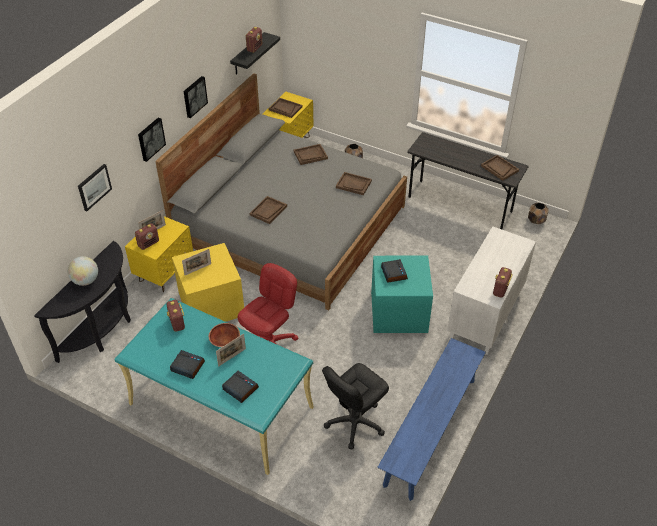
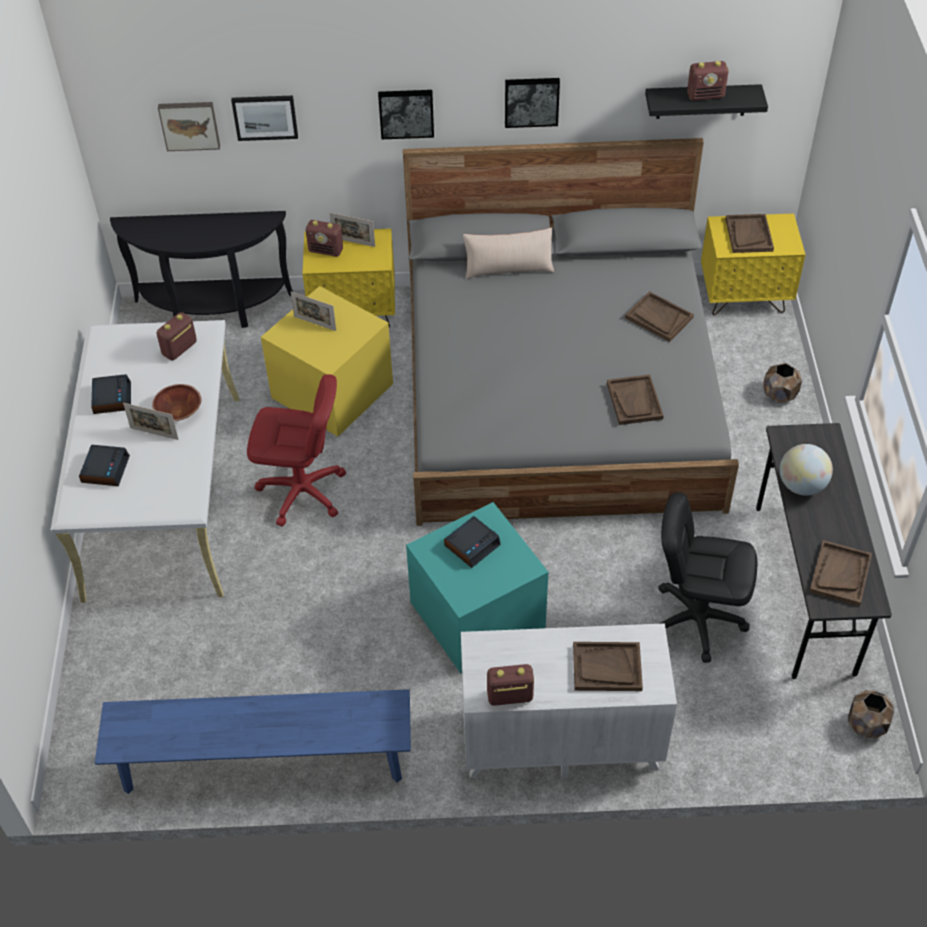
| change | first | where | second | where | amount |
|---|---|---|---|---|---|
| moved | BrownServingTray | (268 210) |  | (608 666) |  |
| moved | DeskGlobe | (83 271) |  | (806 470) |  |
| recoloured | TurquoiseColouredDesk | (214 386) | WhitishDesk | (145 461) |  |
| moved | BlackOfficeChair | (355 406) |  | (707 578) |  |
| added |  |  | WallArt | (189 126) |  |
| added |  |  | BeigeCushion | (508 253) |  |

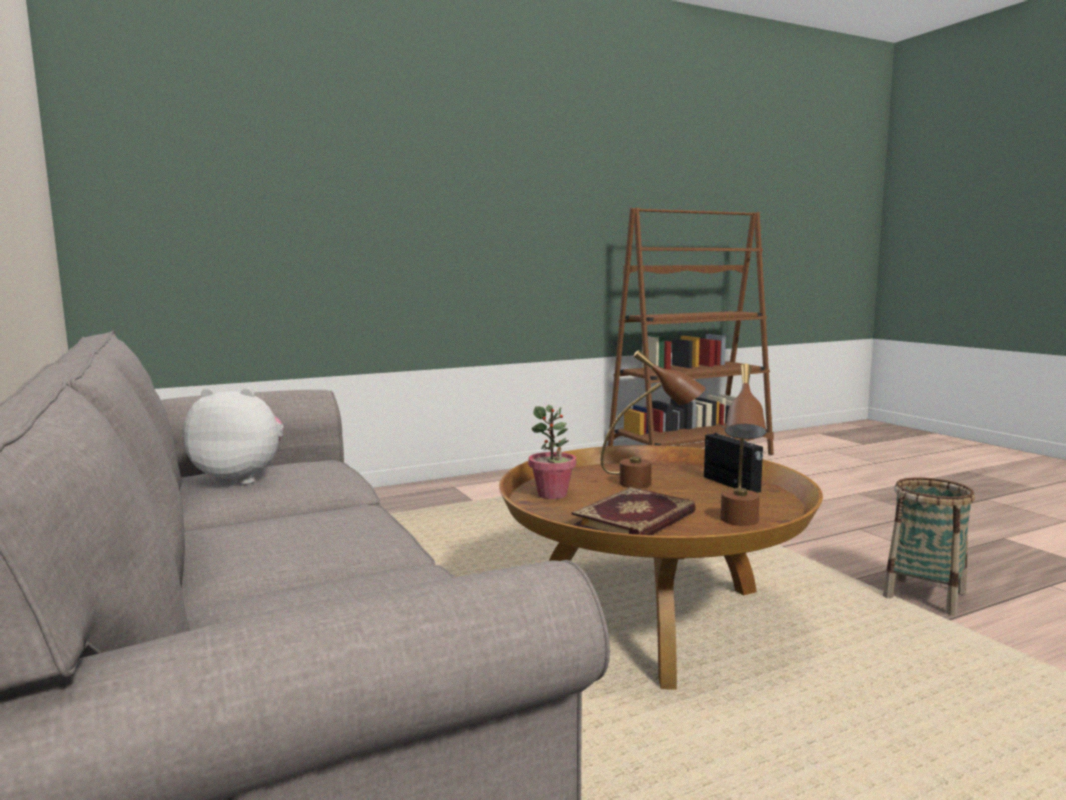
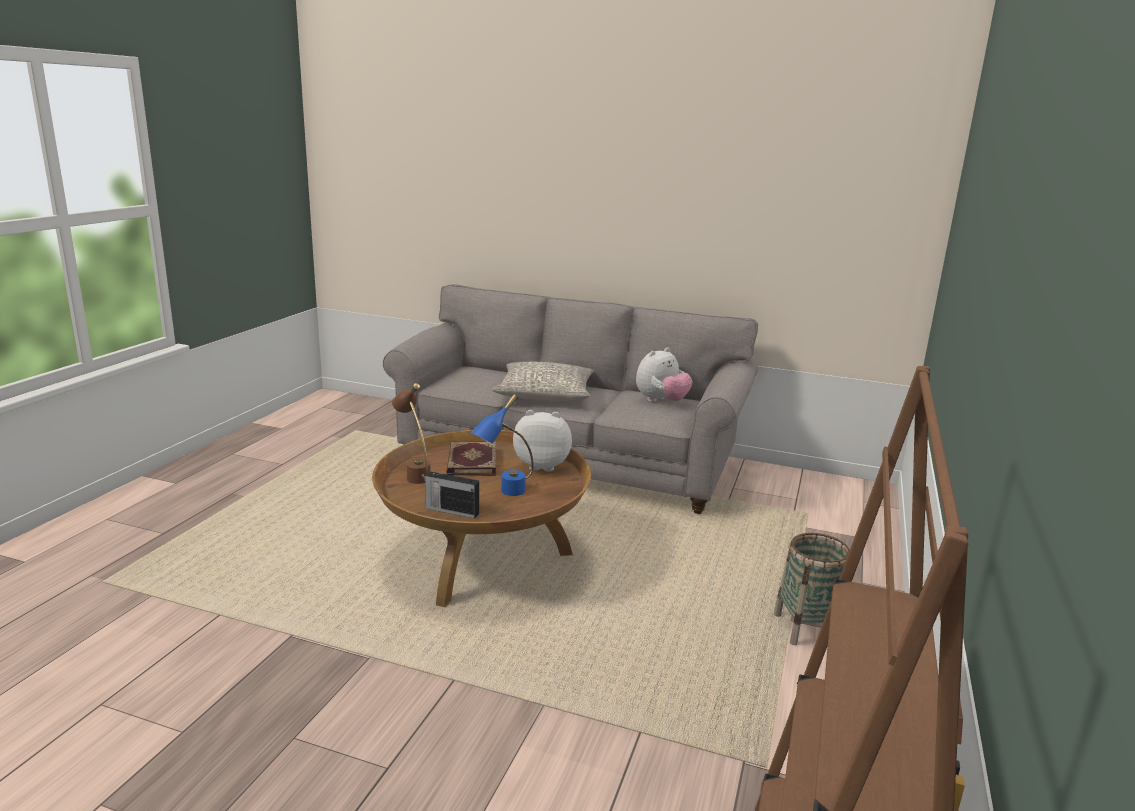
| change | first | where | second | where | amount |
|---|---|---|---|---|---|
| recoloured | BrownTableLamp | (653 419) | BluishTableLamp | (502 445) |  |
| replaced | PottedPlant | (552 452) | SoftToy | (542 441) |  |
| moved | Basket | (929 546) |  | (812 589) |  |
| added |  |  | GreyishCushion | (543 381) |  |

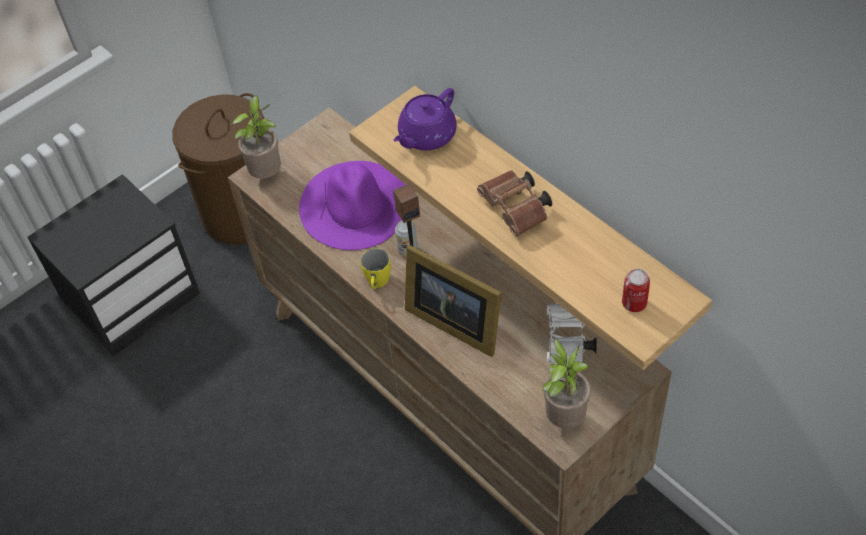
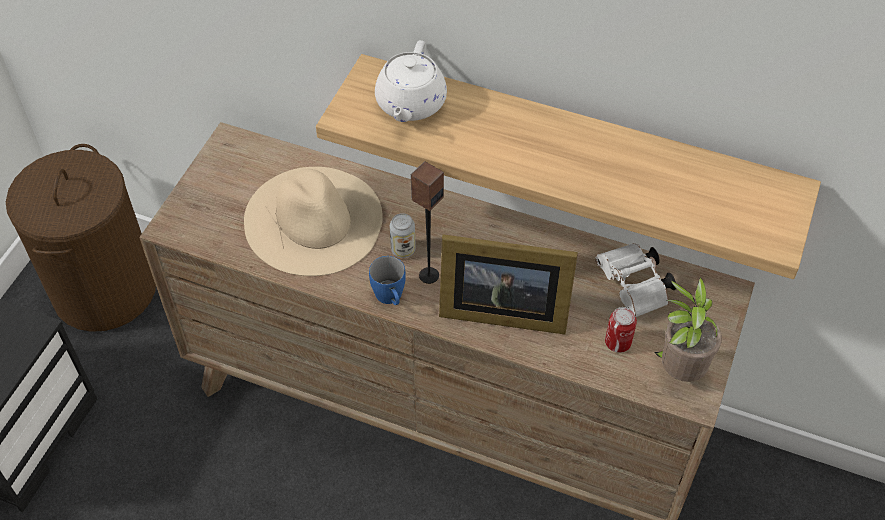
| change | first | where | second | where | amount |
|---|---|---|---|---|---|
| recoloured | PurplishTeapot | (425 119) | WhitishTeapot | (411 81) |  |
| removed | PottedPlant | (256 137) |  |  |  |
| recoloured | PurplishWearableHat | (352 205) | BeigeWearableHat | (313 221) |  |
| removed | BrownPairOfBinoculars | (514 203) |  |  |  |
| recoloured | YellowColouredCoffeeMug | (376 268) | BluishCoffeeMug | (387 280) |  |
| moved | SealedCan | (636 290) |  | (621 330) |  |

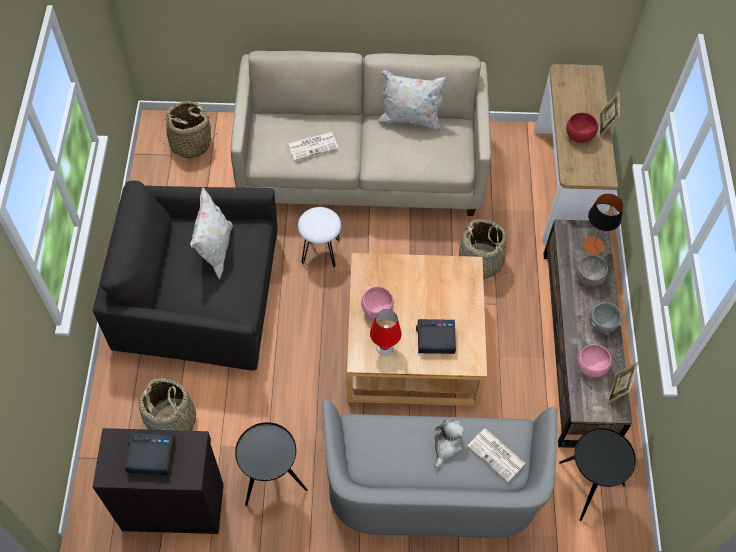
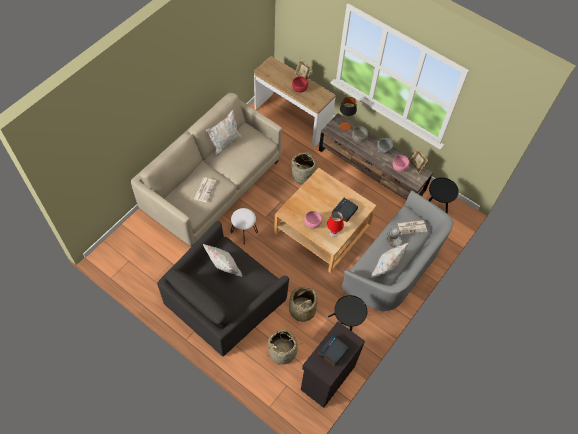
| change | first | where | second | where | amount |
|---|---|---|---|---|---|
| moved | Basket | (186 130) |  | (303 304) |  |
| added |  |  | WhitishCushion | (389 261) |  |

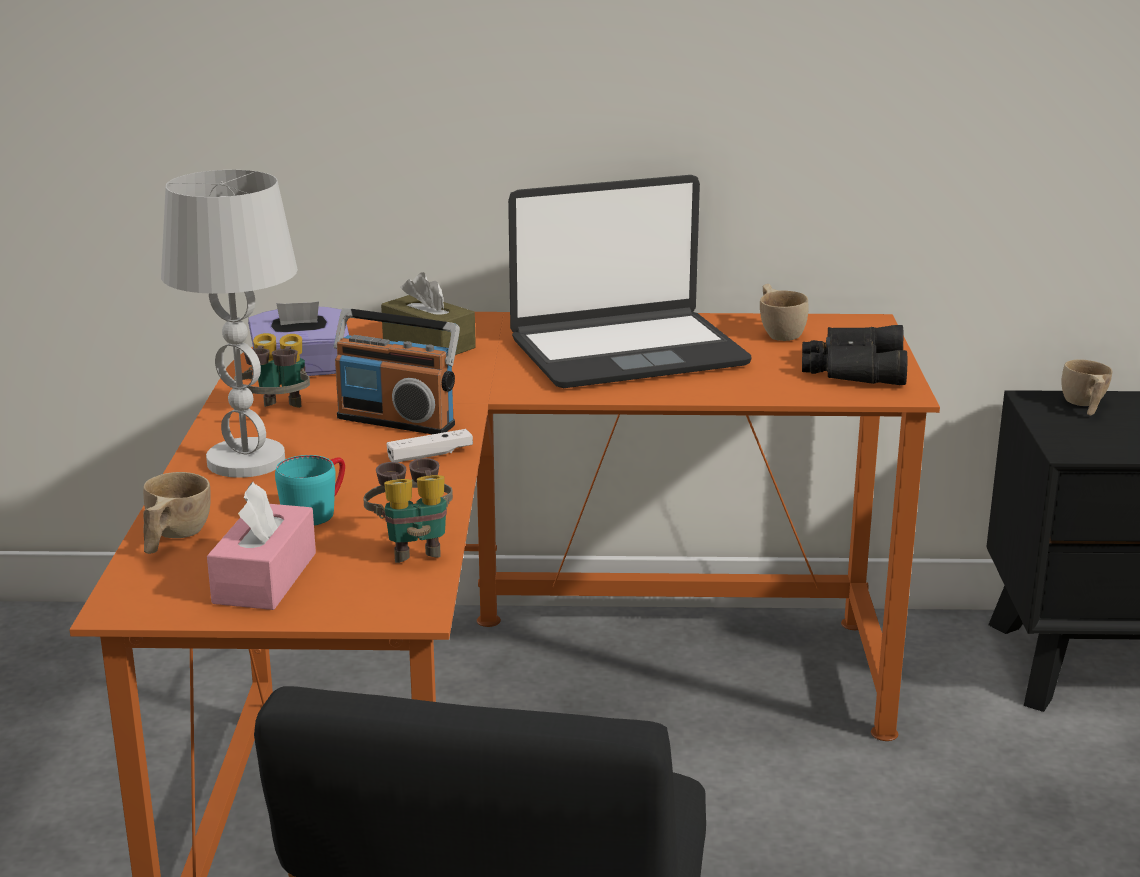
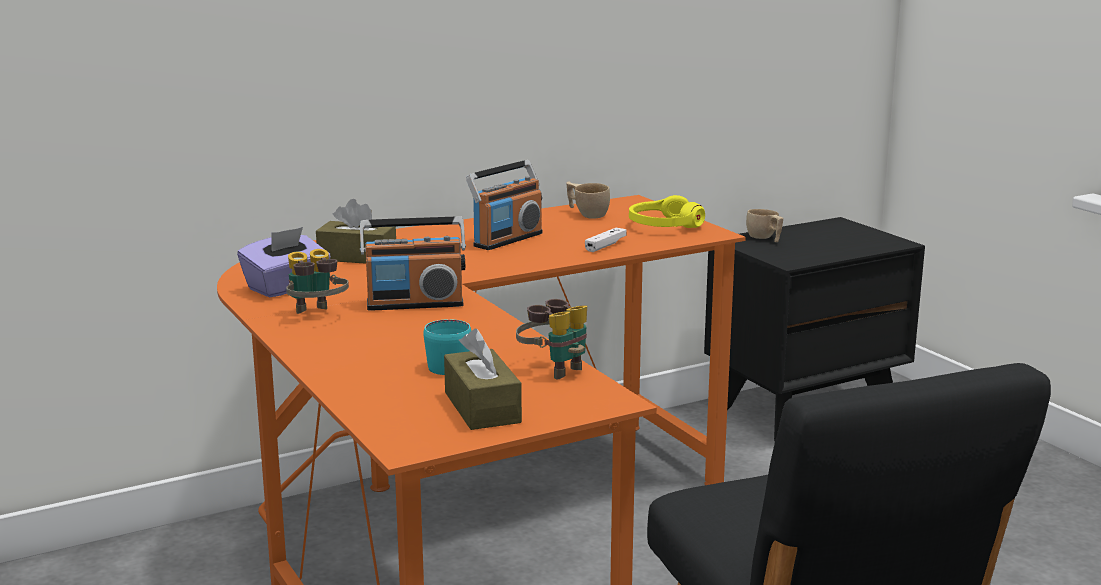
| change | first | where | second | where | amount |
|---|---|---|---|---|---|
| removed | WhitishTableLamp | (229 324) |  |  |  |
| replaced | PortableComputer | (630 281) | RadioSet | (504 205) |  |
| replaced | BlackPairOfBinoculars | (854 355) | YellowColouredHeadset | (667 211) |  |
| moved | WhitishJoypad | (430 445) |  | (606 240) |  |
| removed | BeigeDrinkingCup | (177 513) |  |  |  |
| recoloured | PinkColouredTissueHolder | (261 546) | BrownTissueHolder | (483 379) |  |

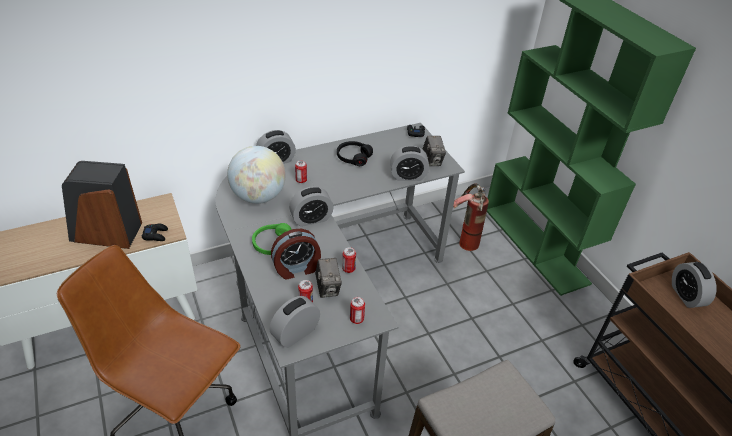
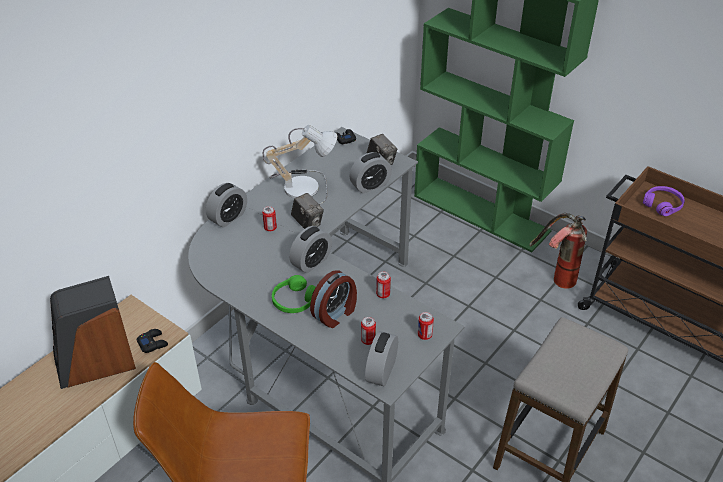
| change | first | where | second | where | amount |
|---|---|---|---|---|---|
| replaced | BlackHeadset | (355 153) | TableLamp | (300 164) |  |
| removed | DeskGlobe | (256 175) |  |  |  |
| moved | FireFightingCylinder | (471 217) |  | (558 251) |  |
| moved | StillCamera | (328 278) |  | (307 211) |  |
| replaced | AlarmClock | (694 285) | PurplishHeadset | (664 201) |  |

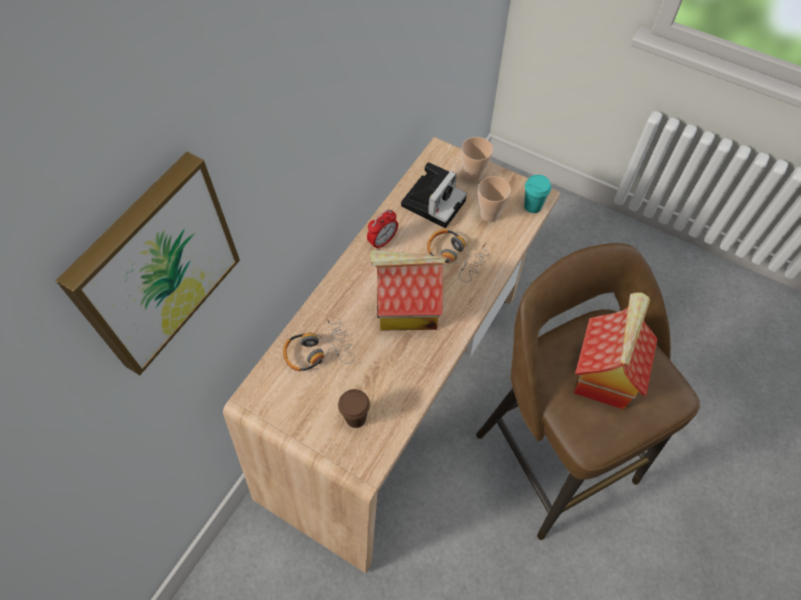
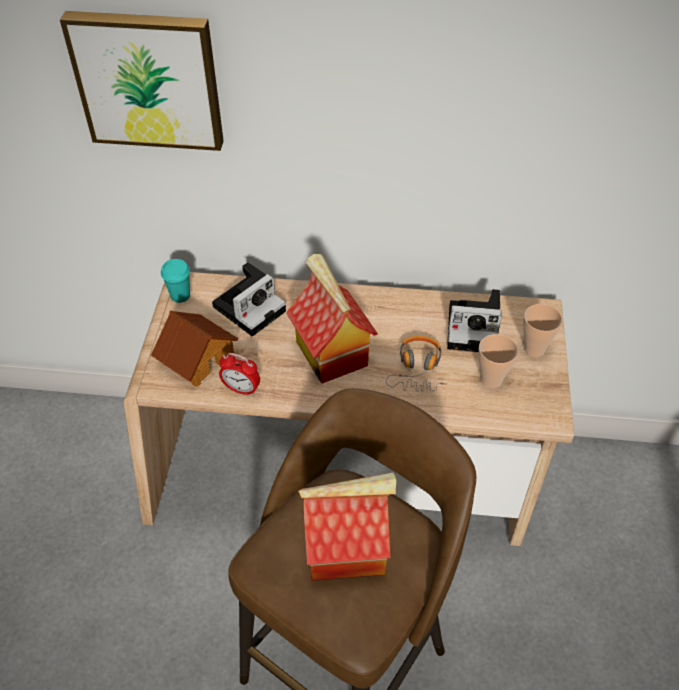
| change | first | where | second | where | amount |
|---|---|---|---|---|---|
| moved | TurquoiseColouredDrinkingCup | (537 194) |  | (175 281) |  |
| moved | AlarmClock | (382 229) |  | (239 374) |  |
| replaced | Headset | (319 345) | StillCamera | (249 299) |  |
| replaced | BrownDrinkingCup | (354 408) | MiniatureHouse | (194 348) |  |

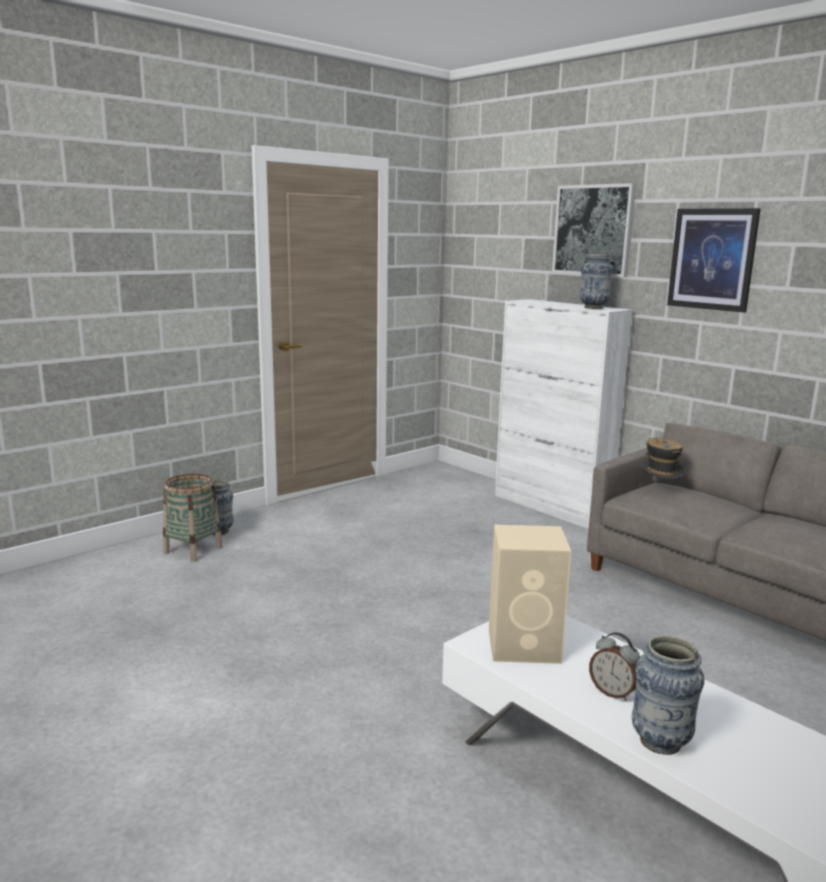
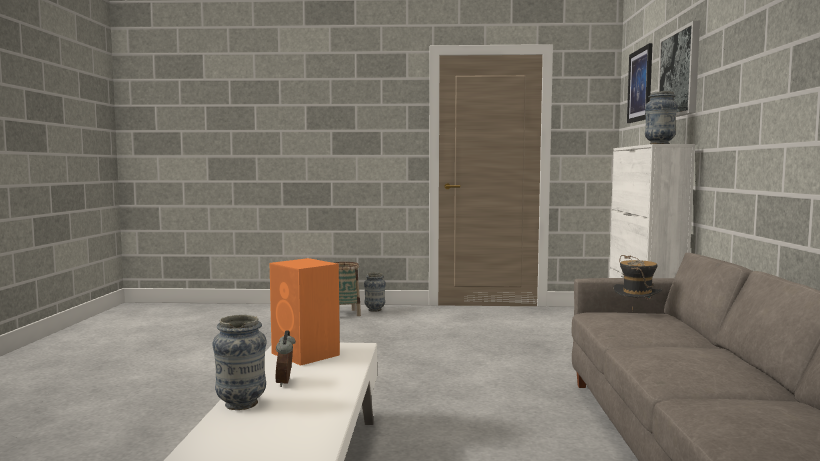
| change | first | where | second | where | amount |
|---|---|---|---|---|---|
| moved | WallArt | (714 260) |  | (640 83) |  |
| recoloured | BeigeAudioSpeaker | (530 594) | OrangeAudioSpeaker | (305 312) |  |

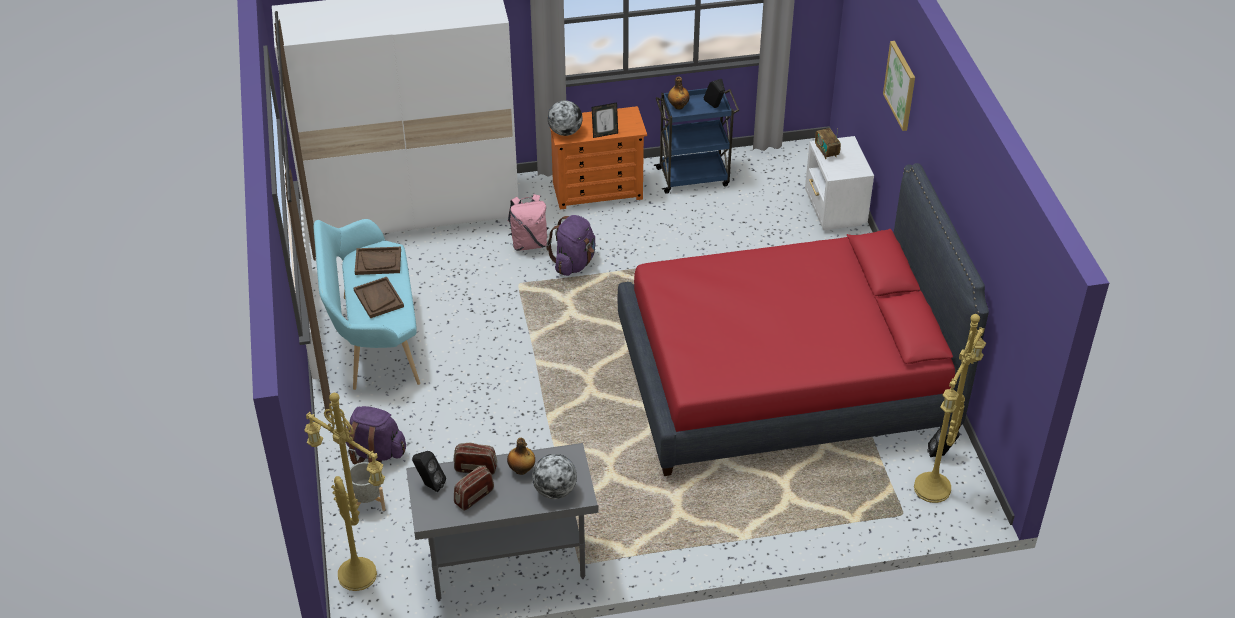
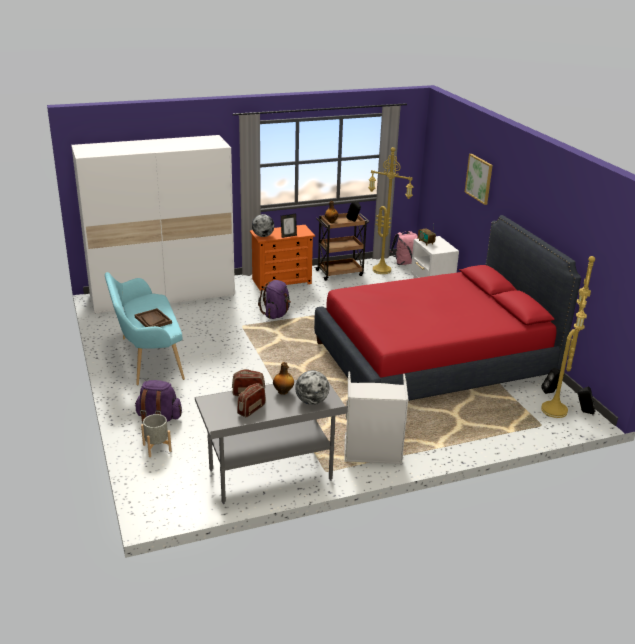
| change | first | where | second | where | amount |
|---|---|---|---|---|---|
| recoloured | BluishWheeledCart | (696 141) | BrownWheeledCart | (342 247) |  |
| moved | PinkColouredBackpack | (528 222) |  | (404 248) |  |
| removed | BrownServingTray | (378 261) |  |  |  |
| moved | YellowColouredFloorLamp | (344 492) |  | (390 210) |  |
| moved | BlackAudioSpeaker | (429 471) |  | (587 400) |  |
| added |  |  | GreyishWashingBasket | (376 417) |  |

